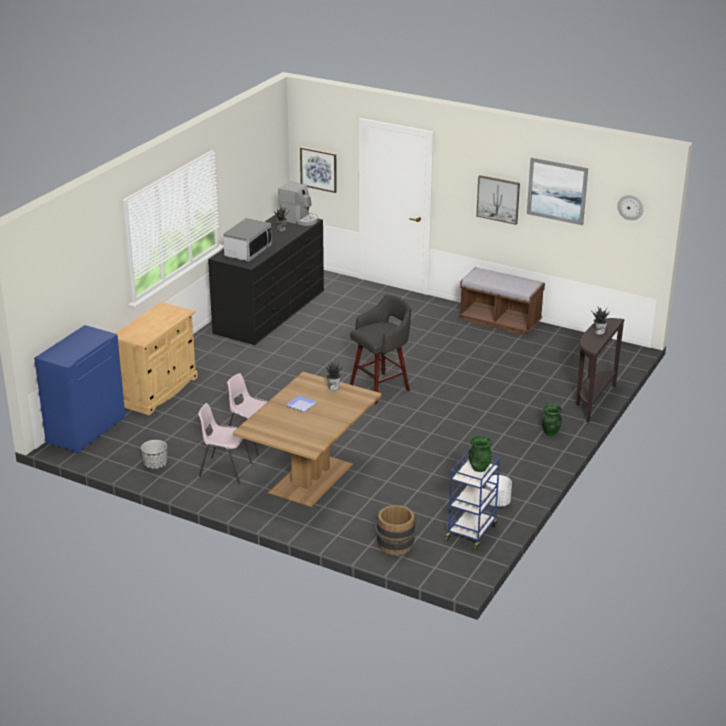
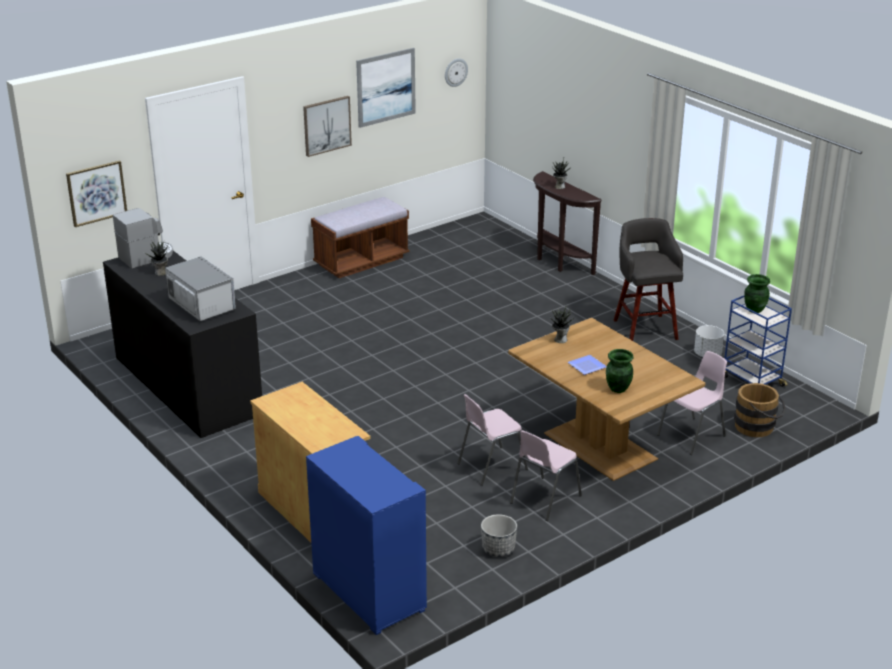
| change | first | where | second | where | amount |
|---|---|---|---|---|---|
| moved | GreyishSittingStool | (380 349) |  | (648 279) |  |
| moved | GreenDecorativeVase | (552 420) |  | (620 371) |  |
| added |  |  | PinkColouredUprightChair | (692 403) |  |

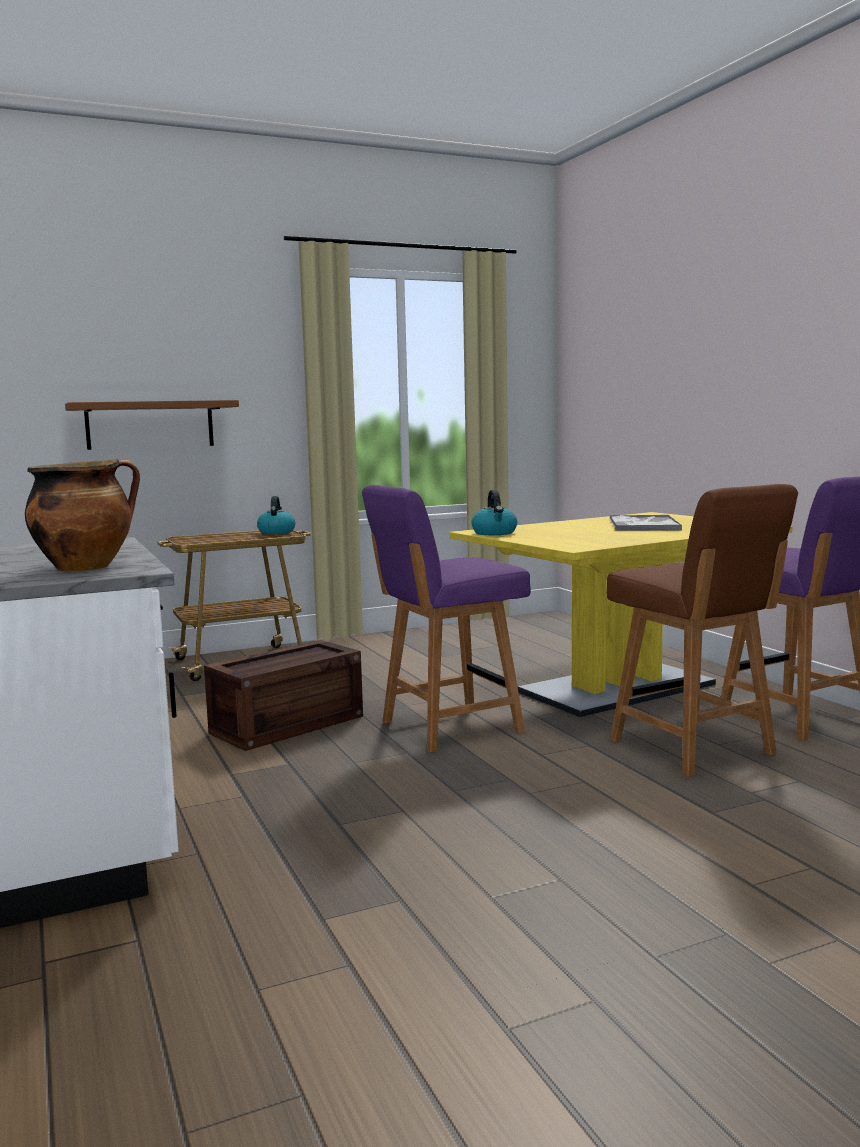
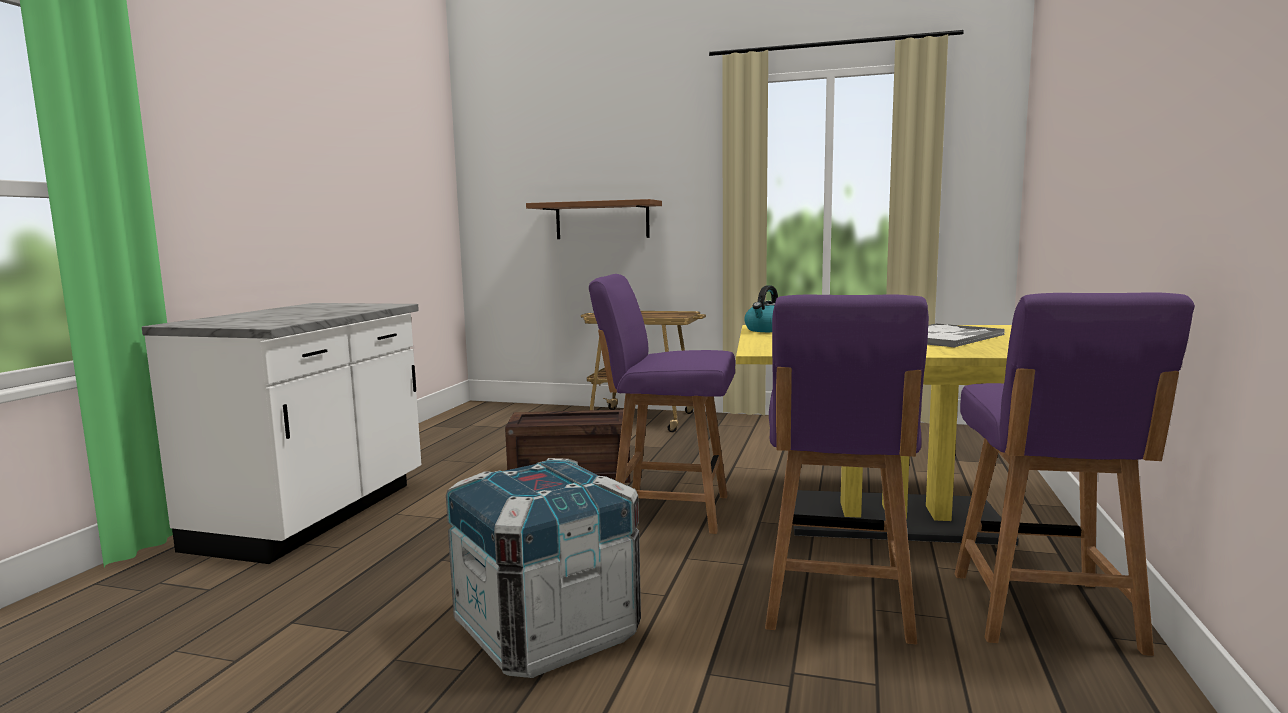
| change | first | where | second | where | amount |
|---|---|---|---|---|---|
| removed | Stockpot | (82 515) |  |  |  |
| recoloured | BrownUprightChair | (702 630) | PurplishUprightChair | (847 469) |  |
| removed | WaterKettle | (276 515) |  |  |  |
| added |  |  | Crate | (543 568) |  |

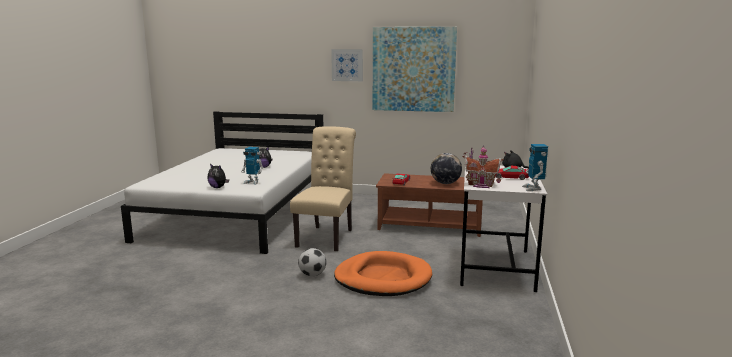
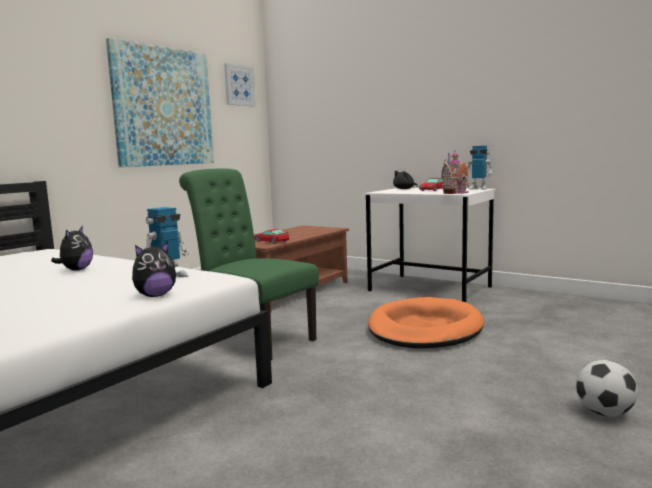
| change | first | where | second | where | amount |
|---|---|---|---|---|---|
| moved | WallArt | (347 65) |  | (240 84) |  |
| recoloured | BeigeUprightChair | (323 188) | GreenUprightChair | (249 264) |  |
| removed | DeskGlobe | (446 168) |  |  |  |
| moved | FootballBall | (312 262) |  | (607 388) |  |

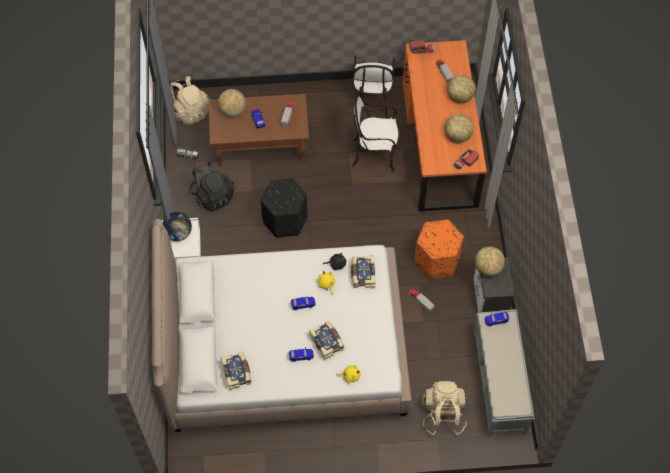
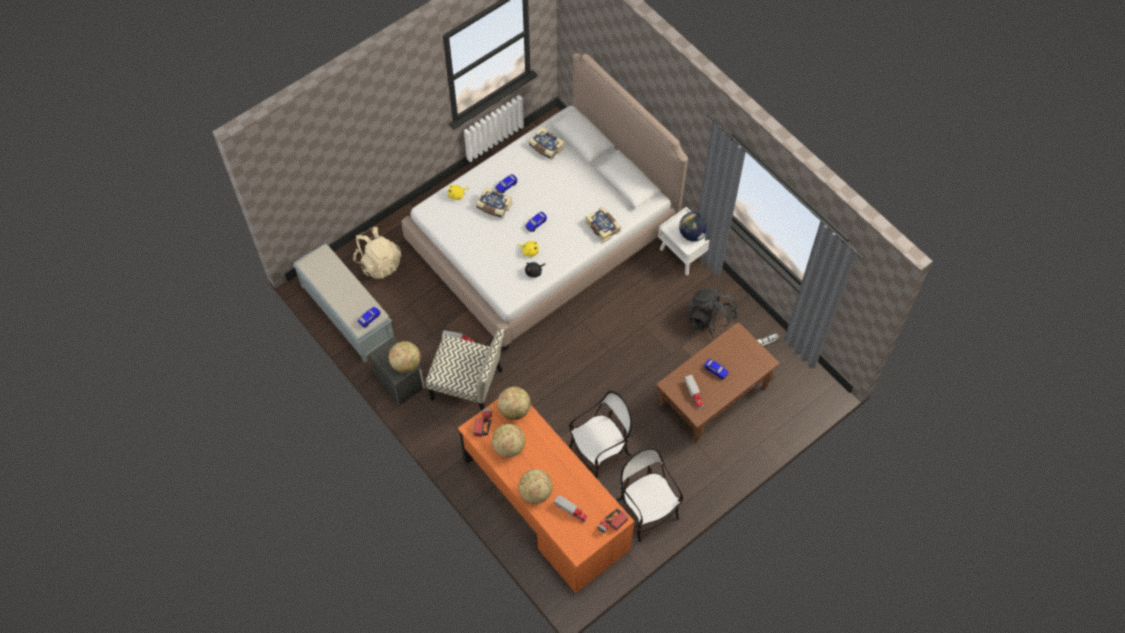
| change | first | where | second | where | amount |
|---|---|---|---|---|---|
| removed | BeigeBackpack | (190 100) |  |  |  |
| moved | DeskGlobe | (232 103) |  | (514 403) |  |
| removed | BlackOttoman | (284 208) |  |  |  |
| replaced | OrangeOttoman | (439 249) | UprightChair | (464 369) |  |
| moved | Book | (363 272) |  | (603 225) |  |

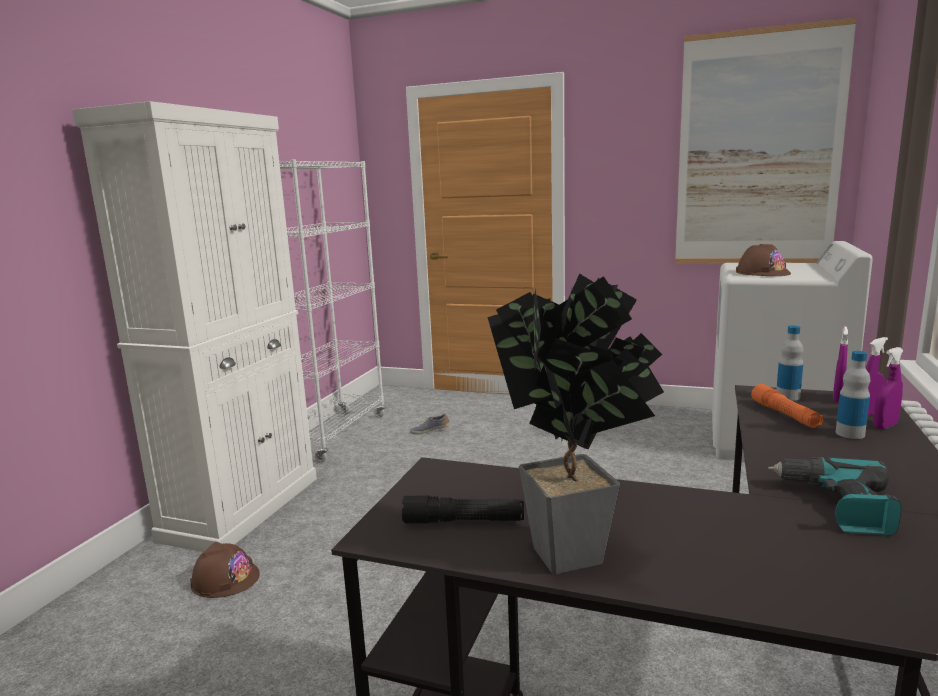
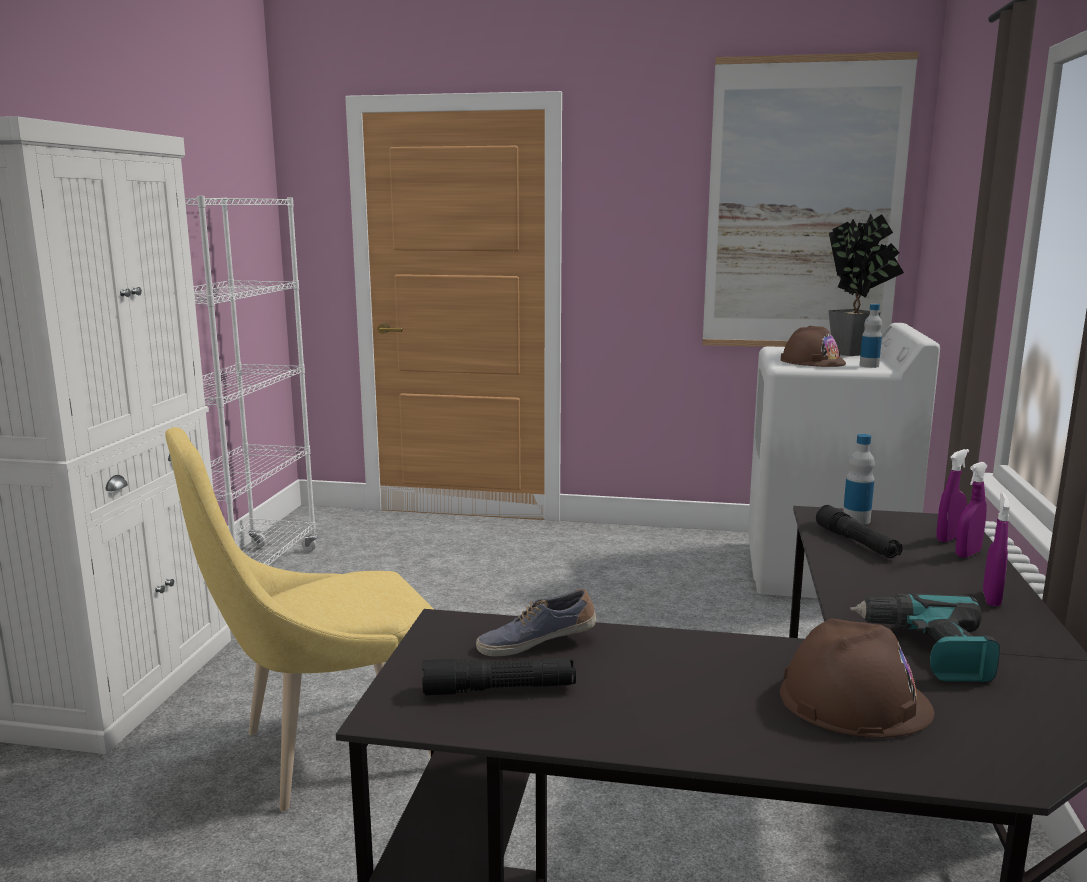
| change | first | where | second | where | amount |
|---|---|---|---|---|---|
| moved | PottedPlant | (575 423) |  | (866 285) |  |
| moved | PurplishHandSprayer | (840 364) |  | (996 549) |  |
| moved | DrinkBottle | (853 395) |  | (870 336) |  |
| recoloured | OrangeHandTorch | (787 406) | BlackHandTorch | (859 531) |  |
| moved | ItemOfFootwear | (430 424) |  | (536 622) |  |
| moved | BrownWorkHelmet | (225 570) |  | (857 678) |  |
| added |  |  | YellowColouredUprightChair | (299 619) |  |

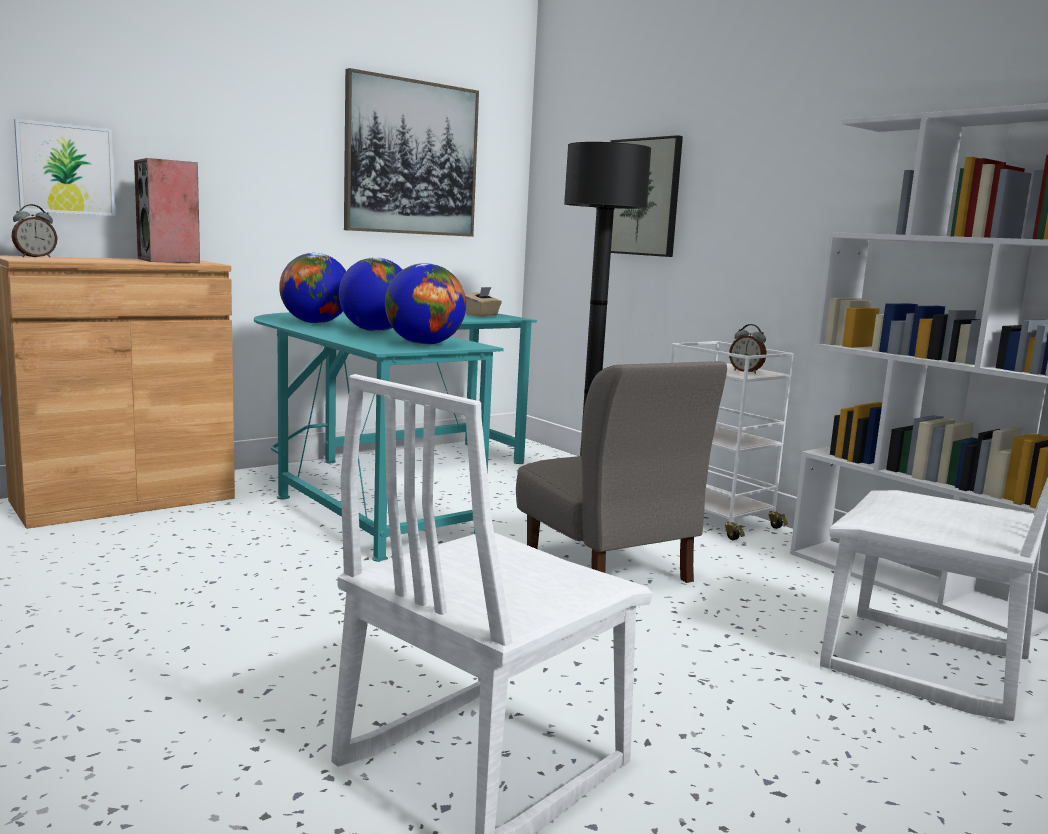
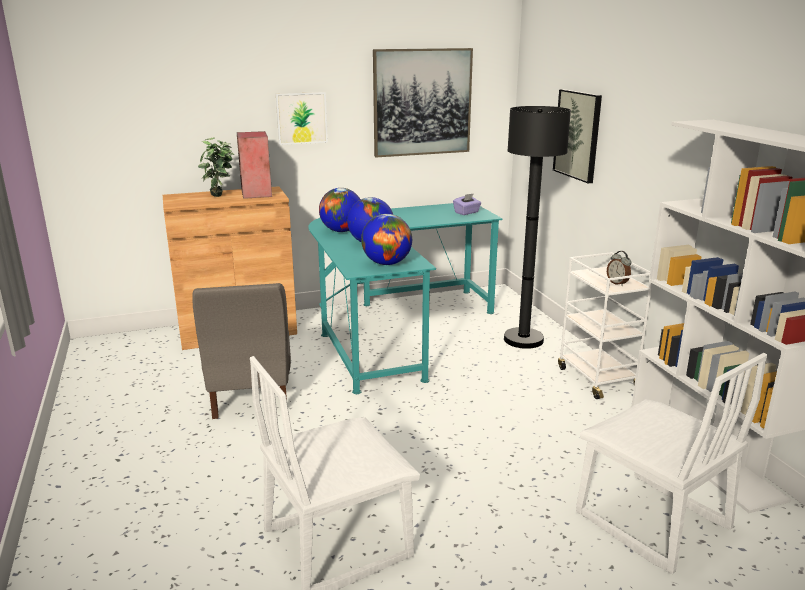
| change | first | where | second | where | amount |
|---|---|---|---|---|---|
| moved | WallArt | (64 167) |  | (302 118) |  |
| removed | AlarmClock | (34 231) |  |  |  |
| recoloured | BeigeTissueHolder | (483 302) | PurplishTissueHolder | (467 204) |  |
| moved | GreyishUprightChair | (621 472) |  | (241 351) |  |
| added |  |  | PottedPlant | (216 167) |  |

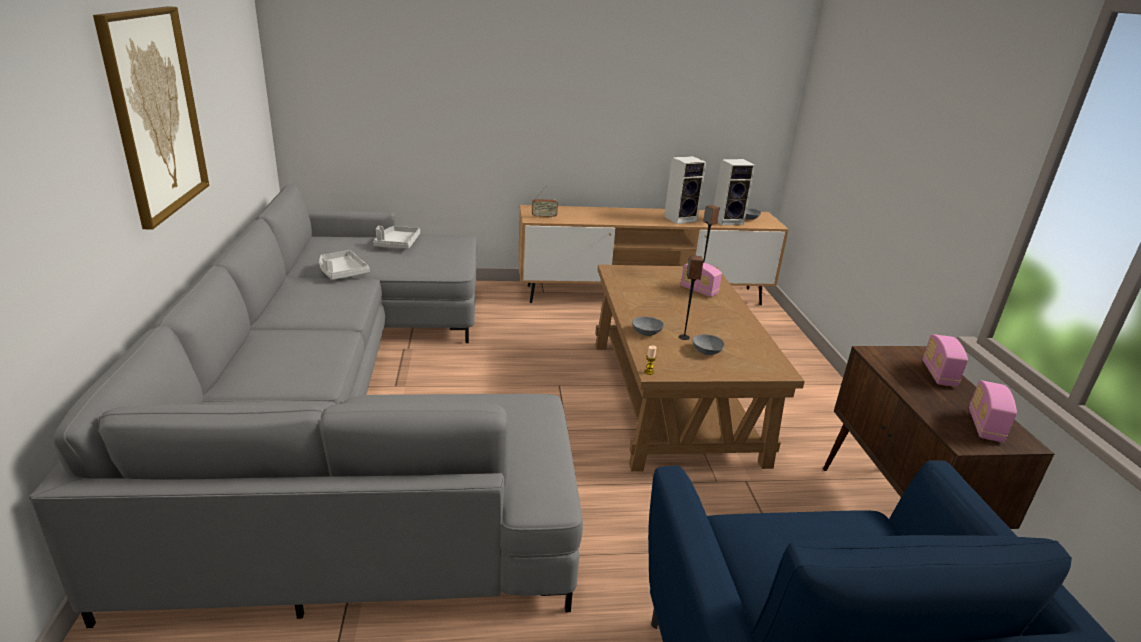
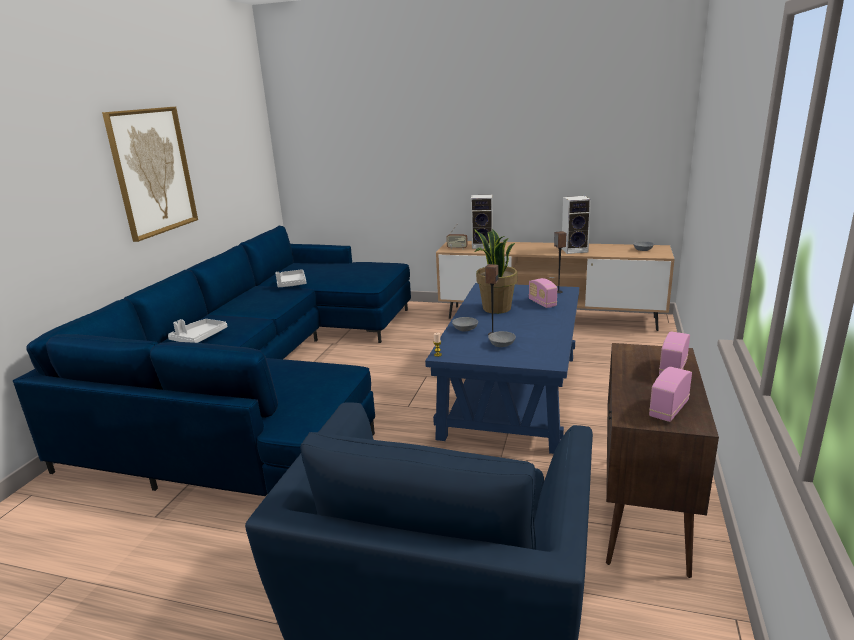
| change | first | where | second | where | amount |
|---|---|---|---|---|---|
| moved | AudioSpeaker | (734 192) |  | (482 221) |  |
| recoloured | GreyishSofa | (306 406) | BluishSofa | (212 361) |  |
| moved | GreyishServingTray | (396 237) |  | (197 331) |  |
| recoloured | BrownLoungeTable | (700 368) | BluishLoungeTable | (502 368) |  |
| added |  |  | PottedPlant | (495 271) |  |

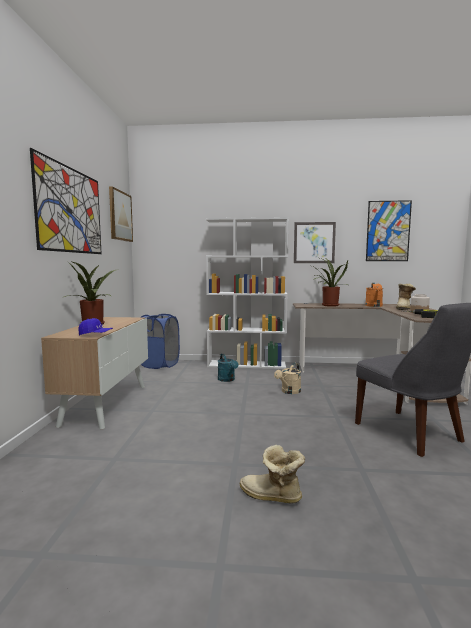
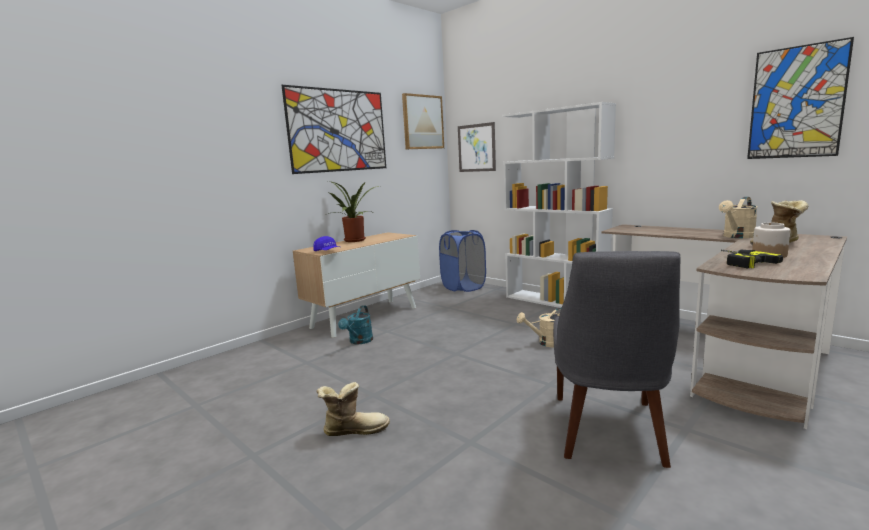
| change | first | where | second | where | amount |
|---|---|---|---|---|---|
| moved | WallArt | (315 242) |  | (477 147) |  |
| removed | PottedPlant | (331 282) |  |  |  |
| recoloured | OrangeSprinklingCan | (374 295) | BeigeSprinklingCan | (738 217) |  |
| moved | TurquoiseColouredSprinklingCan | (228 368) |  | (355 324) |  |
| turned | Boot | (272 474) |  | (353 409) | 105 degrees clockwise |

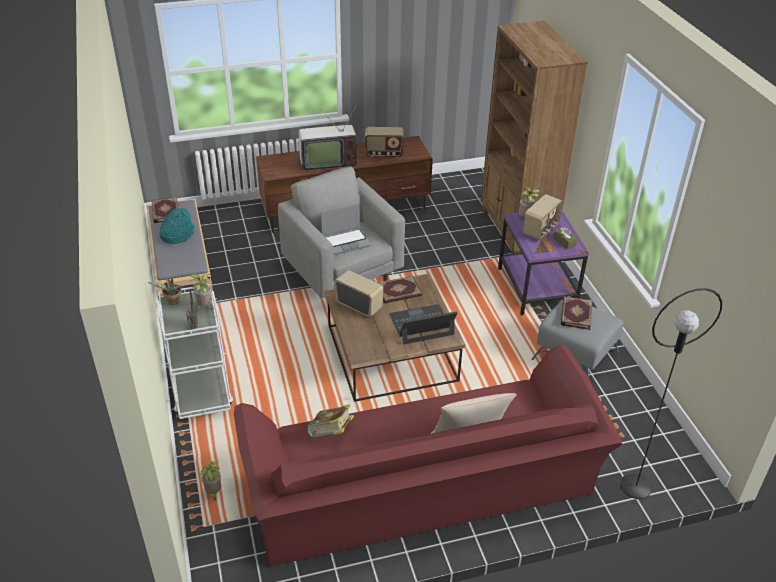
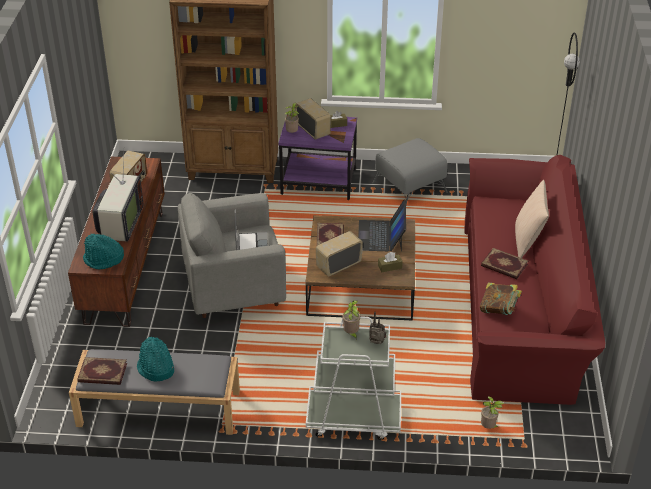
| change | first | where | second | where | amount |
|---|---|---|---|---|---|
| removed | PottedPlant | (165 291) |  |  |  |
| moved | Book | (576 313) |  | (504 263) |  |
| added |  |  | TurquoiseColouredWearableHat | (103 252) |  |
| added |  |  | BrownTissueHolder | (390 262) |  |

